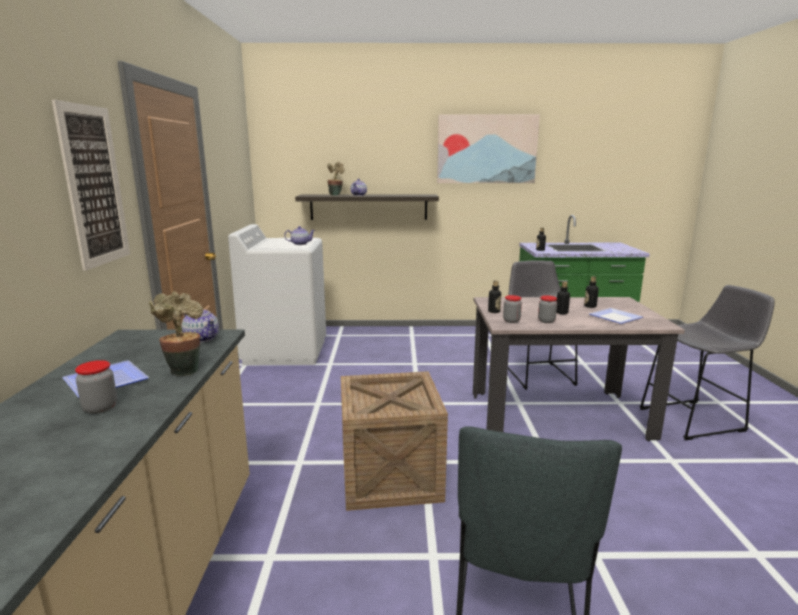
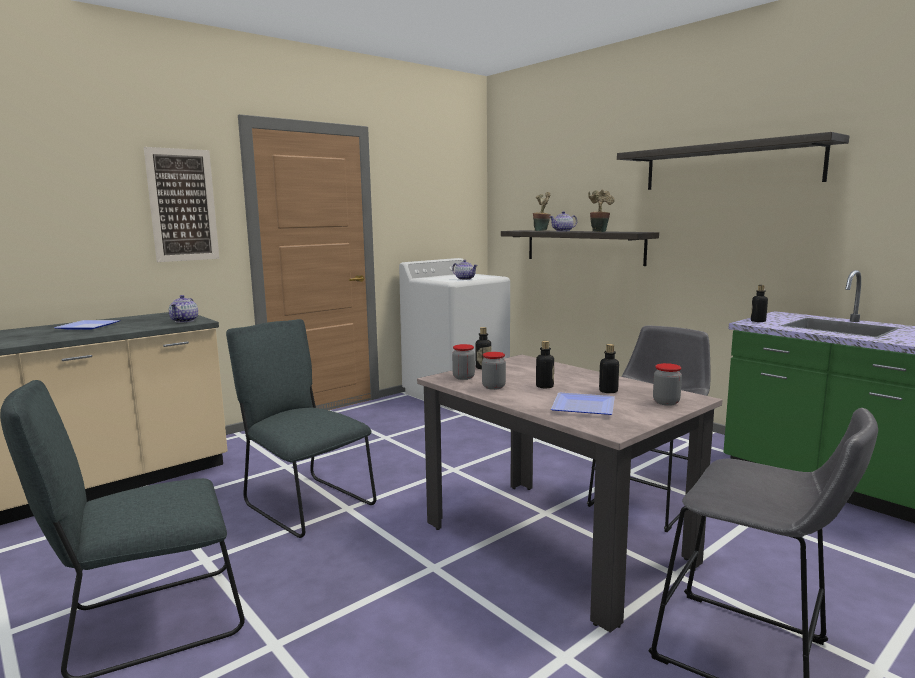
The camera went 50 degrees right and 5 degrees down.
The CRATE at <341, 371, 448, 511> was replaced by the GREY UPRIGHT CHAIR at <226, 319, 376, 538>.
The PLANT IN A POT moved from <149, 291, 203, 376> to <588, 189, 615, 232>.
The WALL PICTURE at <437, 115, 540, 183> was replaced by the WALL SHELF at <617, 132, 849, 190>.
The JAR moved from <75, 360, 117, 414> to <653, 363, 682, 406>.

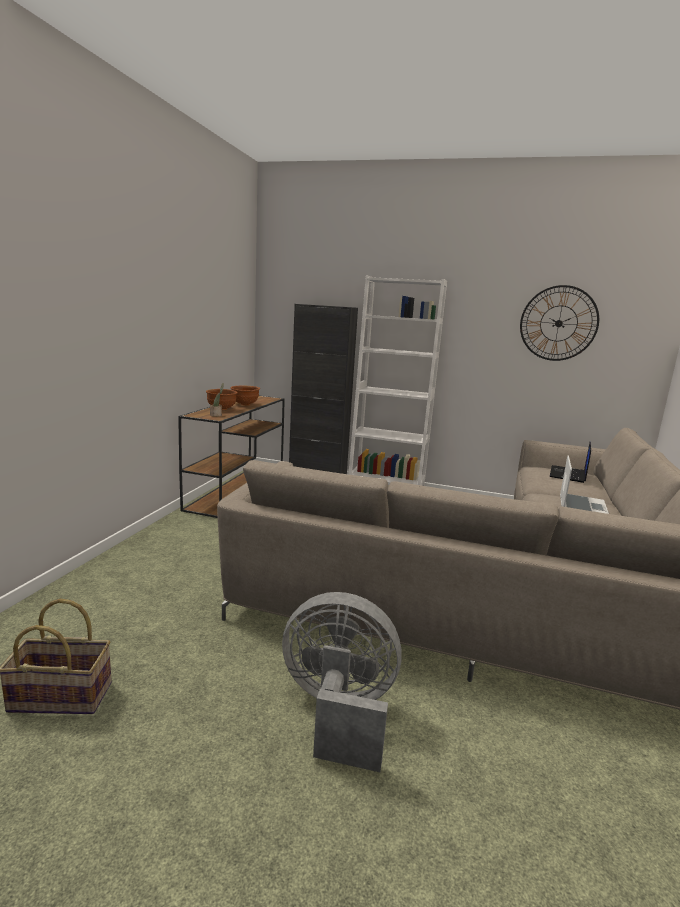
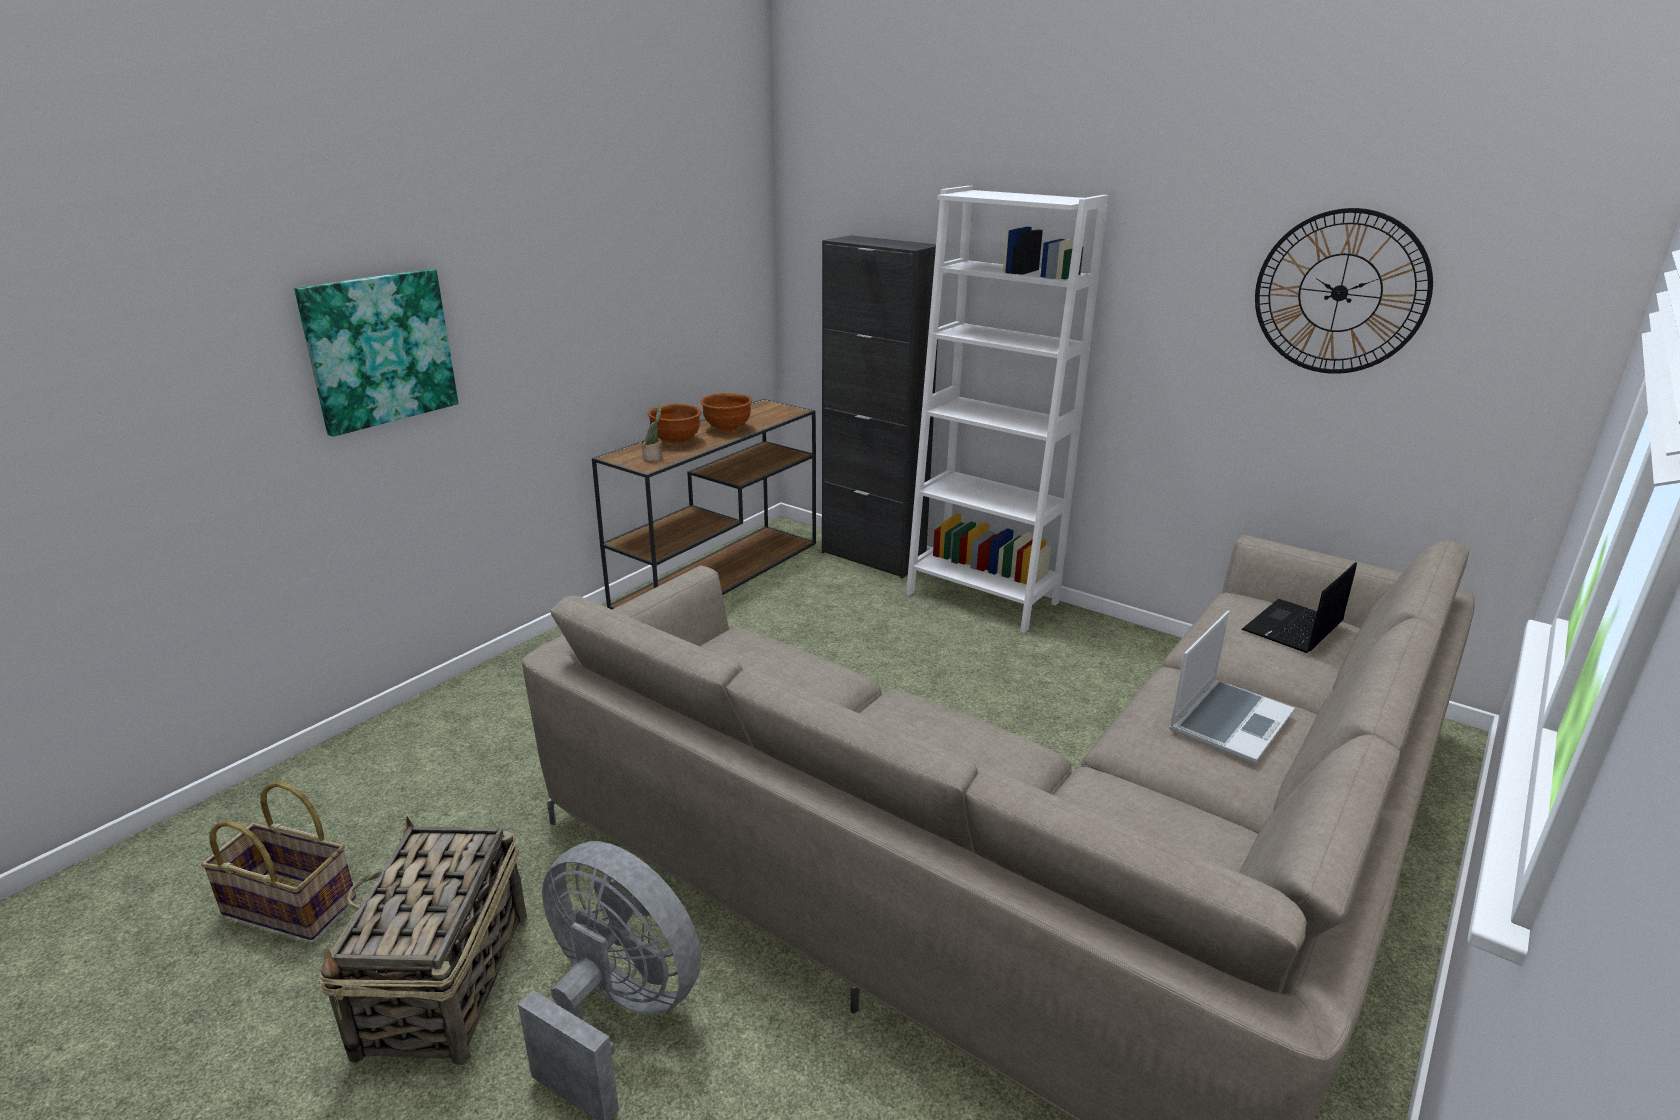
The camera went 20 degrees right and 10 degrees up.
The WALL PICTURE at <294, 269, 458, 437> appeared.
The BASKET at <319, 817, 527, 1065> appeared.

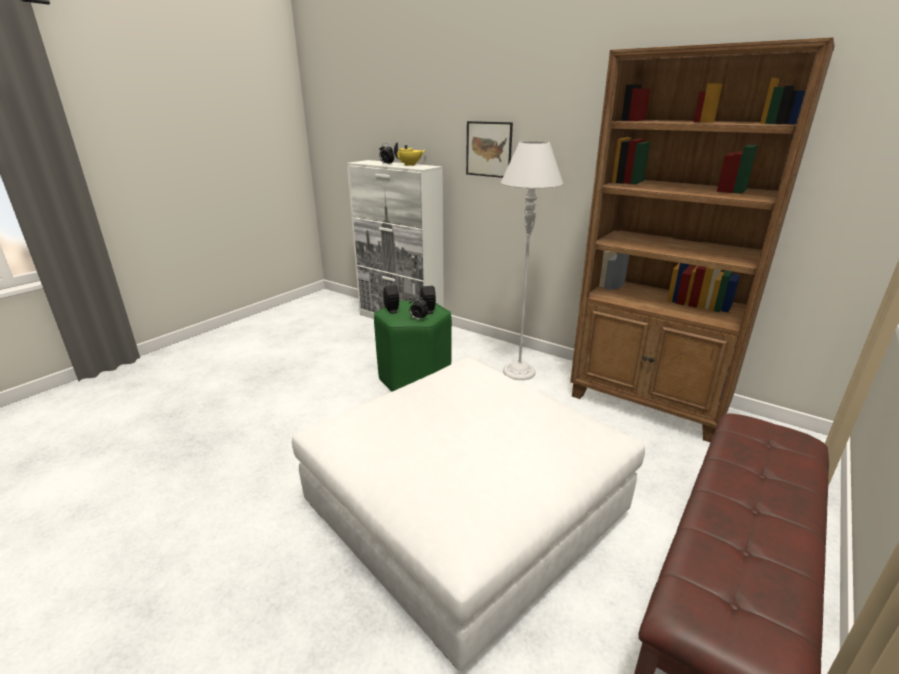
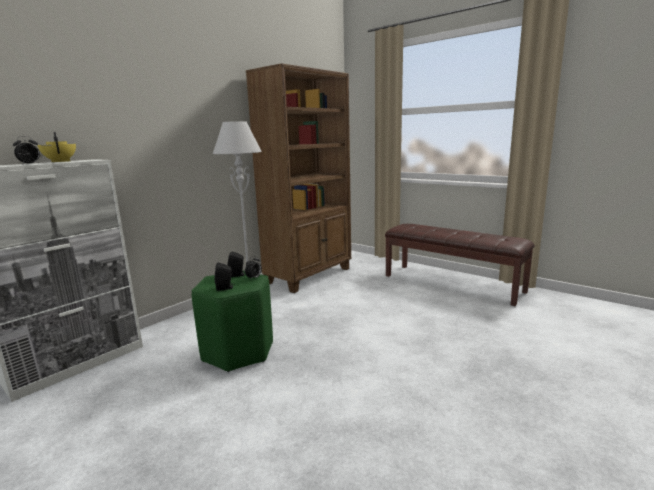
The camera went 85 degrees left and 10 degrees down.
The WHITISH FOOTREST at <292, 358, 645, 671> disappeared.
The WALL PICTURE at <466, 121, 513, 178> disappeared.

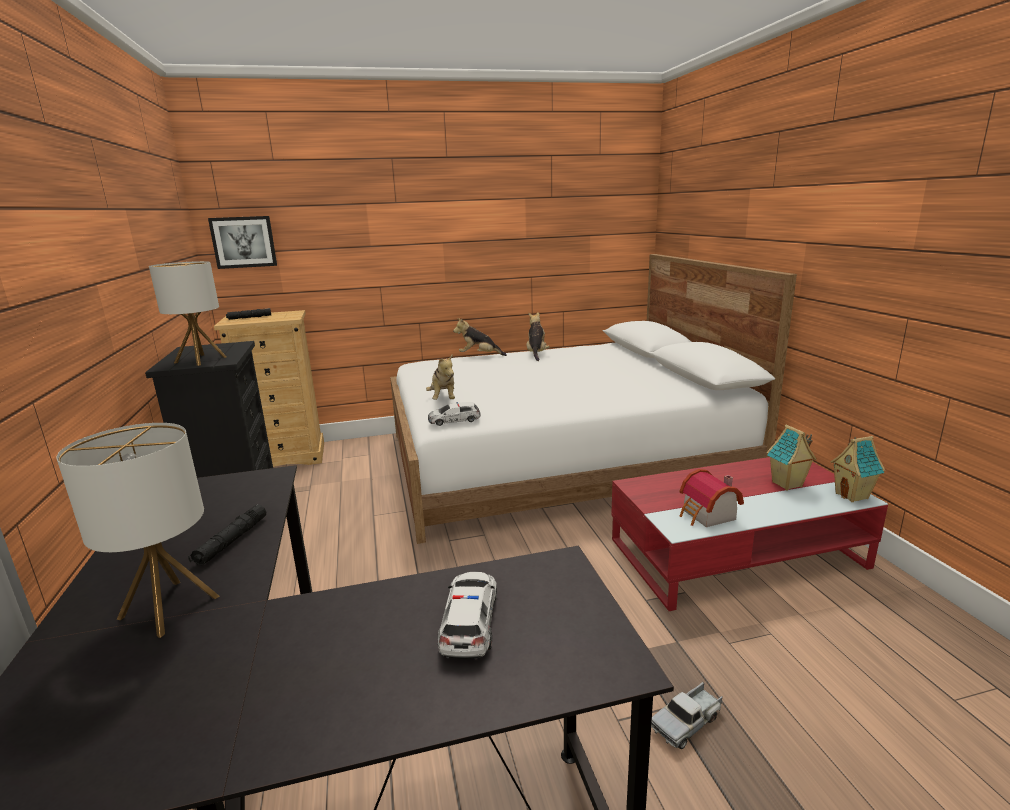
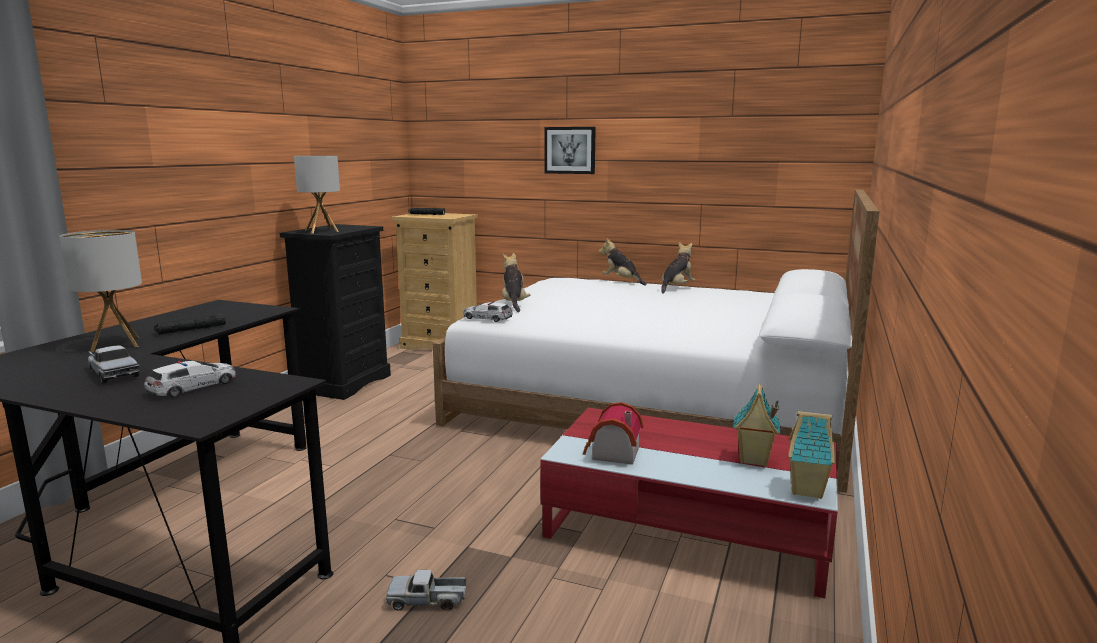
The camera went 35 degrees right and 5 degrees down.
The TOY TRUCK at <88, 346, 140, 383> appeared.
The SOFT TOY at <426, 354, 455, 400> turned 150 degrees clockwise.
The WALL PICTURE moved from <208, 216, 277, 269> to <544, 127, 596, 174>.

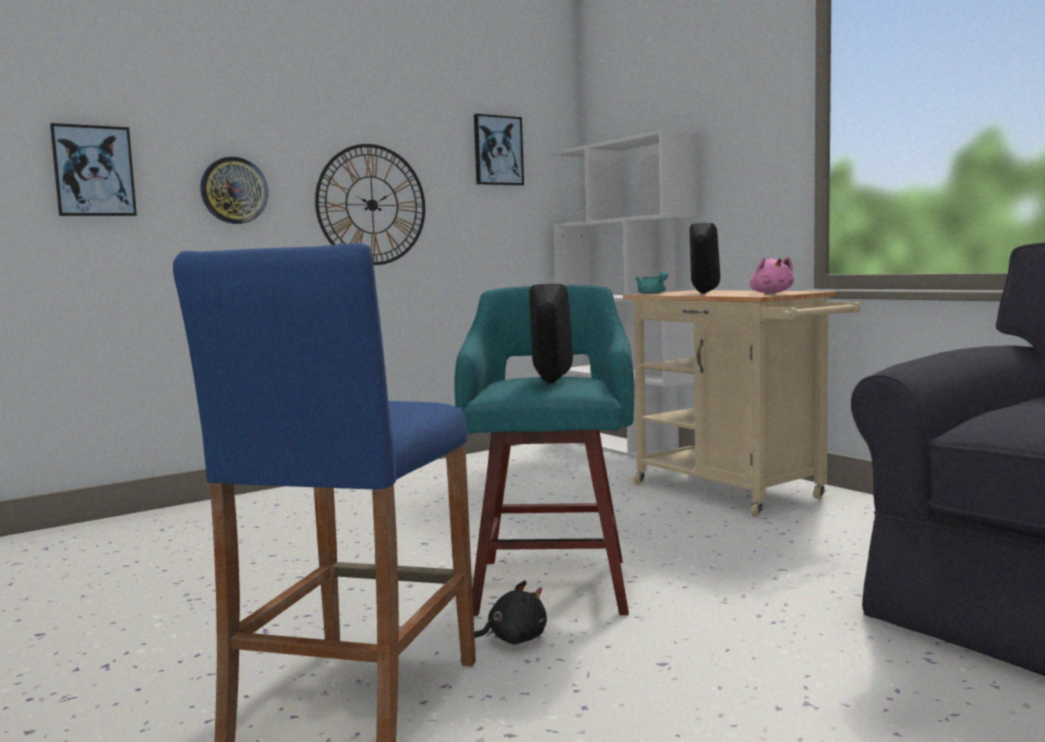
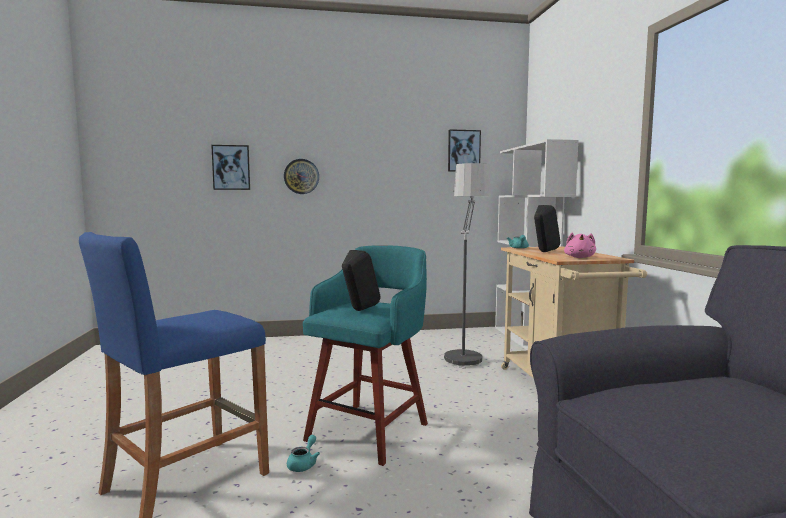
The camera went 25 degrees right and 0 degrees up.
The BLACKISH SOFT TOY at <474, 581, 547, 645> was replaced by the BLUE-GREEN POT FOR TEA at <287, 435, 320, 472>.
The STANDARD LAMP at <438, 163, 491, 369> appeared.
The HANGING CLOCK at <315, 144, 425, 265> disappeared.

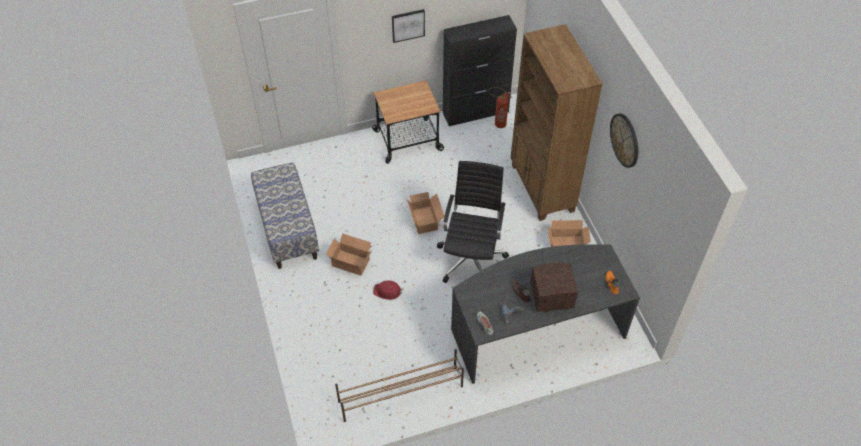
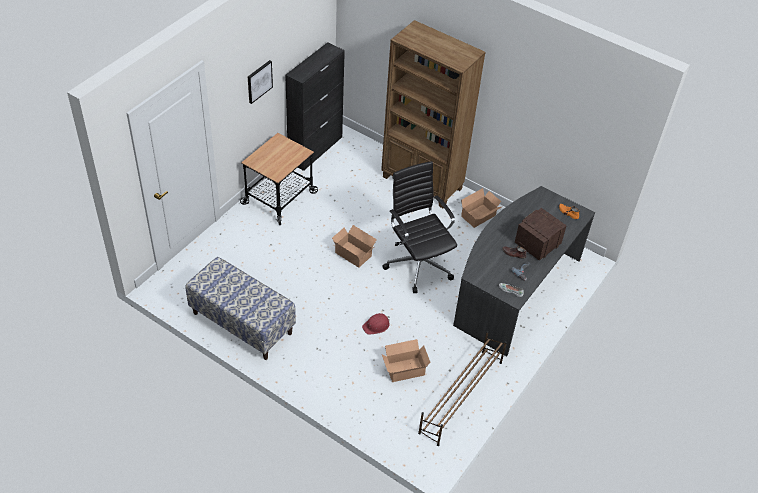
The camera went 40 degrees left and 5 degrees down.
The CARDBOARD BOX moved from <326, 233, 372, 276> to <382, 339, 431, 382>.
The FIRE-FIGHTING CYLINDER at <488, 87, 512, 128> disappeared.
The HANGING CLOCK at <610, 113, 638, 168> disappeared.

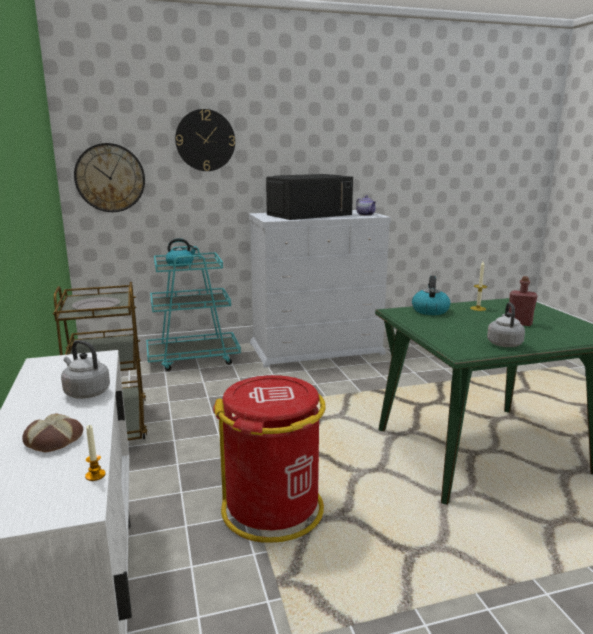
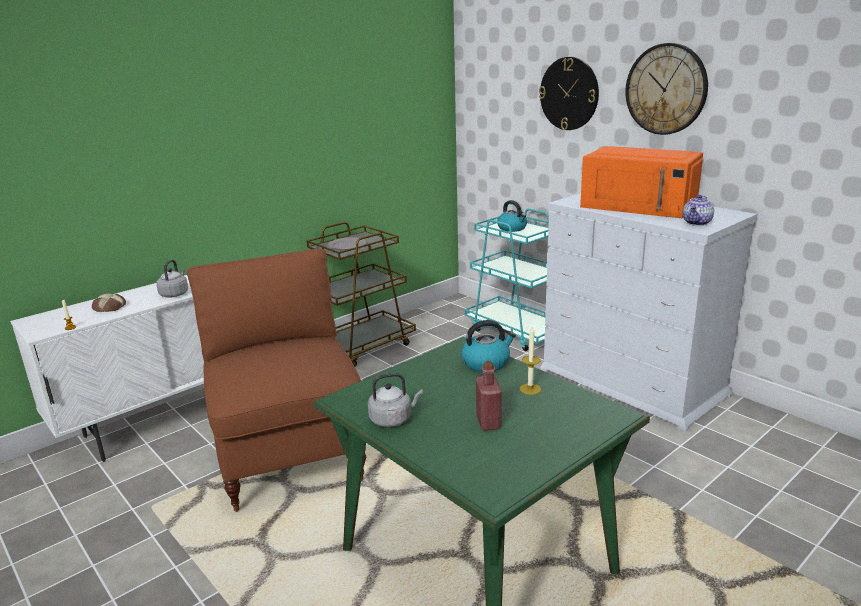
The camera went 65 degrees right and 5 degrees up.
The RED-COLOURED RUBBISH BIN at <213, 375, 326, 543> was replaced by the BROWN-COLOURED UPRIGHT CHAIR at <187, 249, 366, 512>.
The BLACKISH MICROWAVE OVEN at <266, 174, 353, 220> became the ORANGE-COLOURED MICROWAVE OVEN at <580, 146, 703, 218>.
The HANGING CLOCK moved from <74, 143, 145, 212> to <625, 43, 708, 135>.

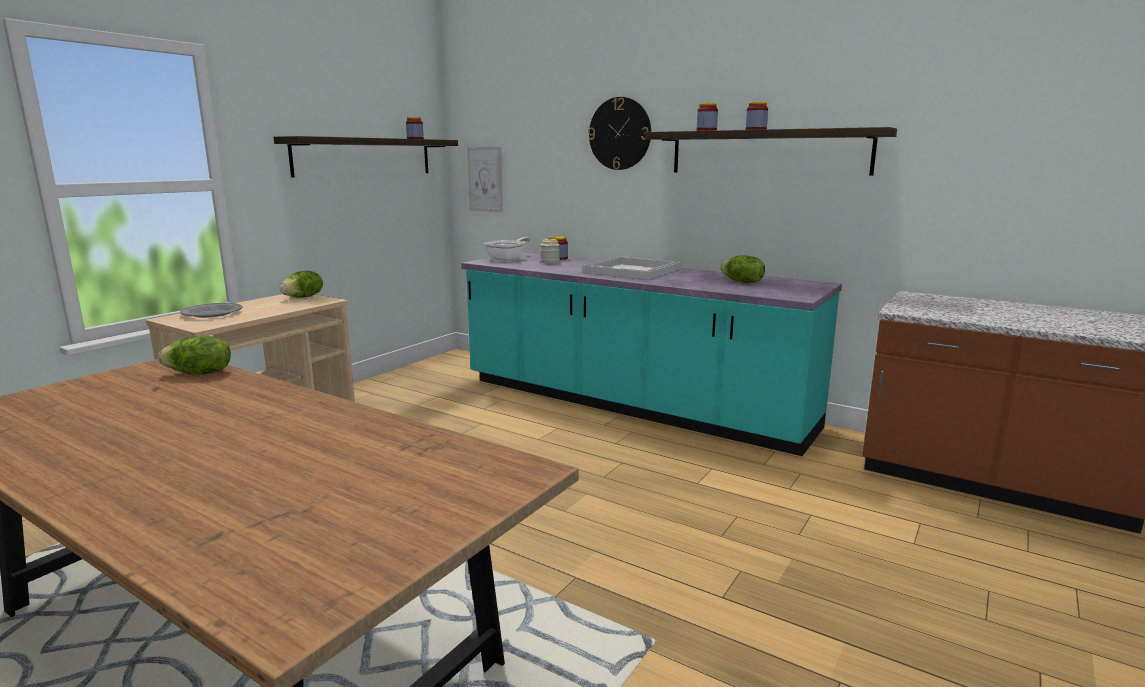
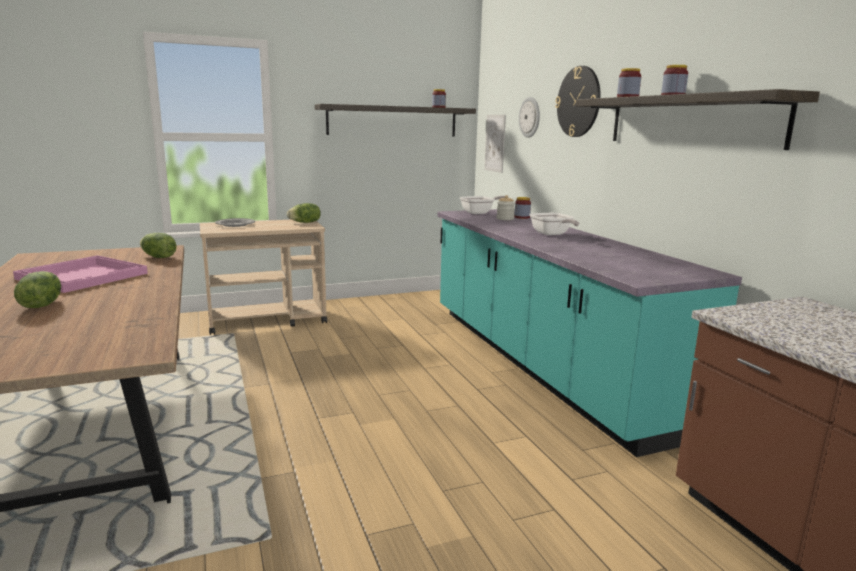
The camera went 35 degrees right and 0 degrees up.
The PINK SERVING TRAY at <13, 255, 148, 293> appeared.
The LETTUCE moved from <720, 255, 765, 283> to <14, 271, 61, 308>.
The HANGING CLOCK at <519, 97, 540, 138> appeared.
The WHITISH SERVING TRAY at <583, 256, 681, 280> was replaced by the PAN at <529, 213, 579, 235>.

